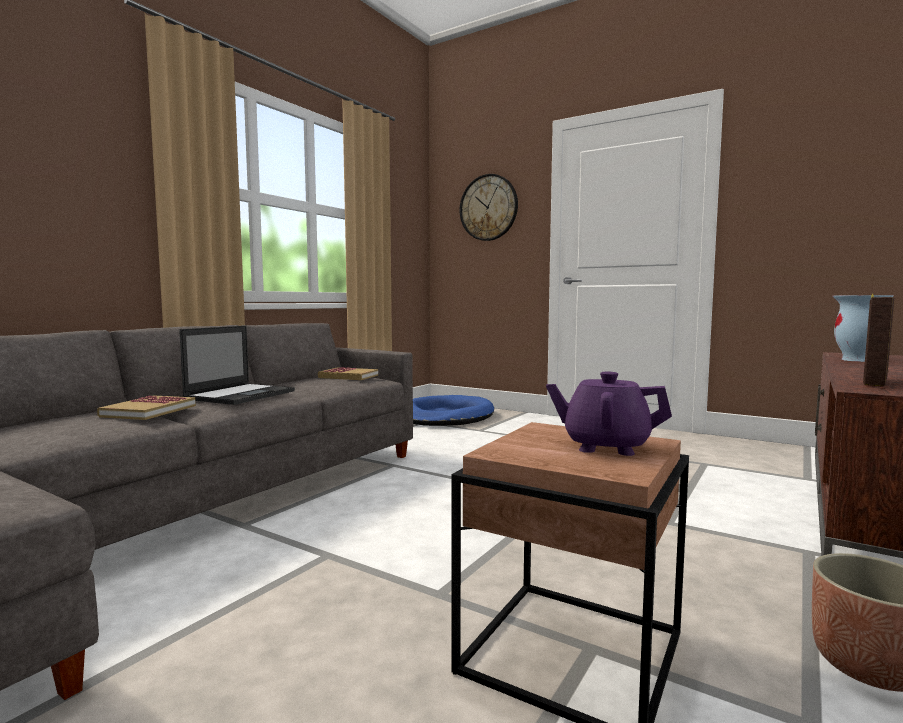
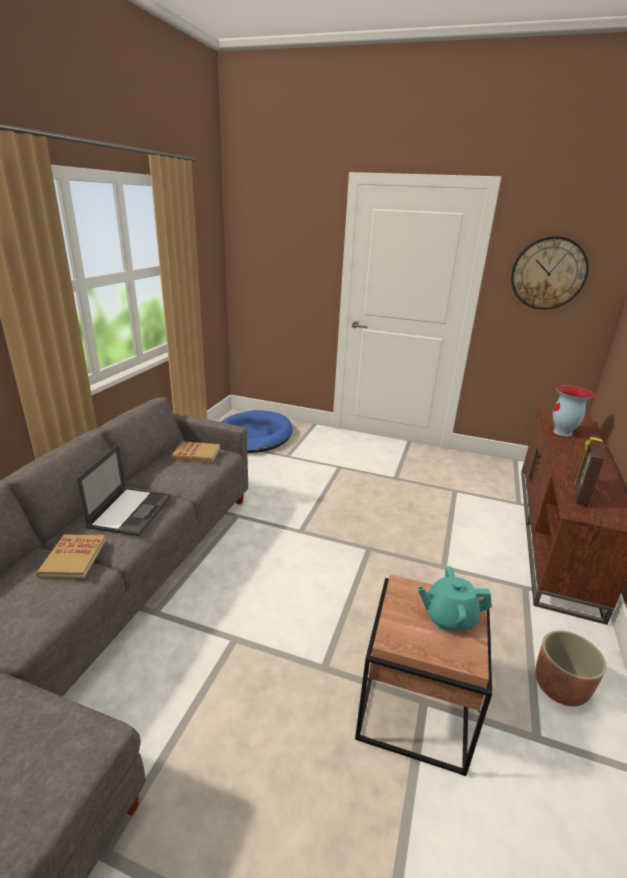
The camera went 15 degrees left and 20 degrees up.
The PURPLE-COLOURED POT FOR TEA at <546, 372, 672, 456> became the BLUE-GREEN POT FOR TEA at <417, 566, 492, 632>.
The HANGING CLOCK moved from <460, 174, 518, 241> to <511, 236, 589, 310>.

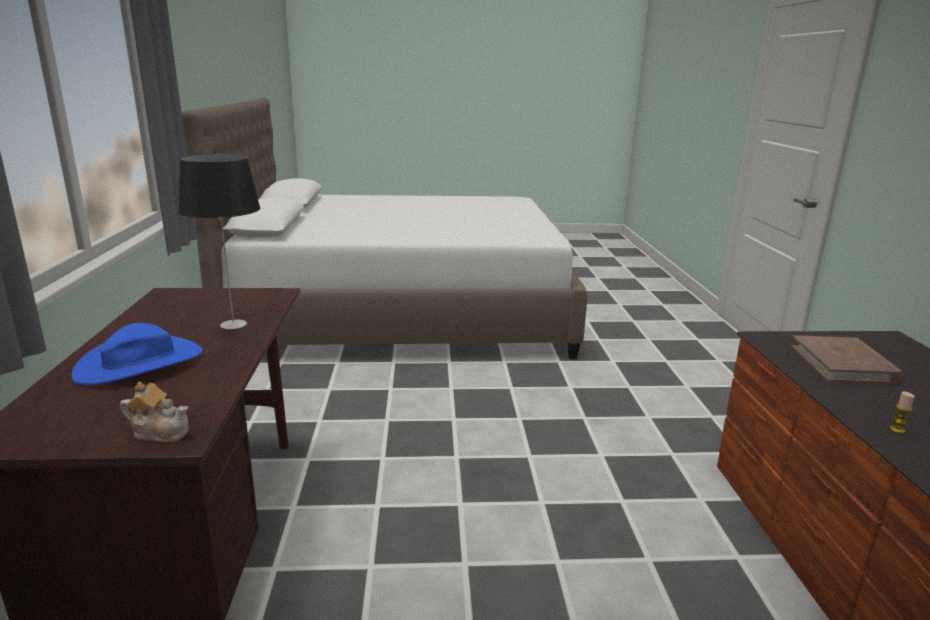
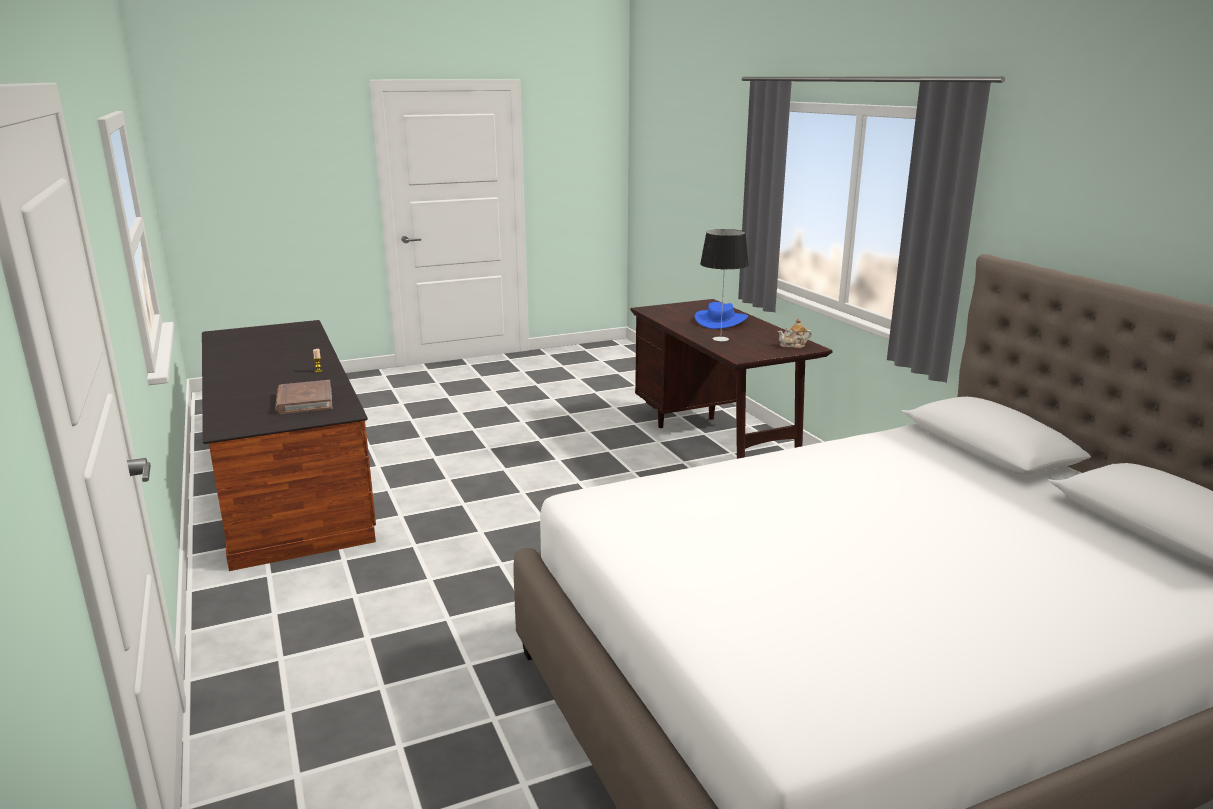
The camera went 160 degrees right and 0 degrees up.
The POT FOR TEA moved from <120, 382, 189, 443> to <778, 319, 811, 348>.

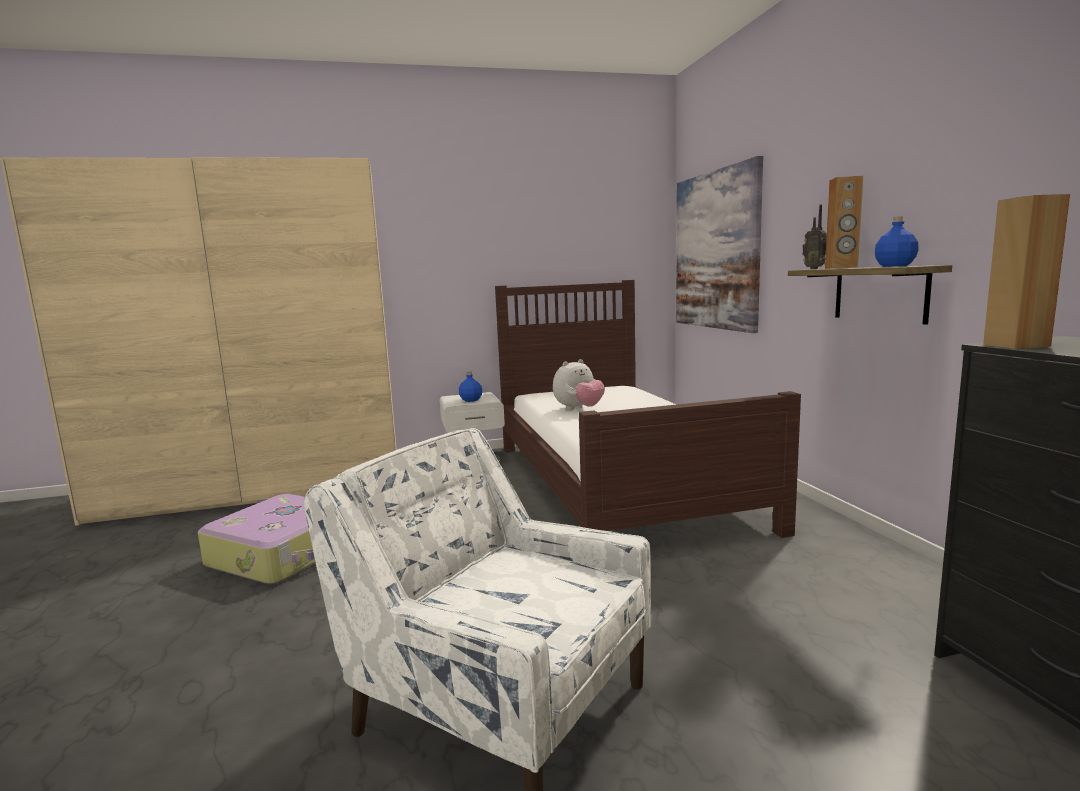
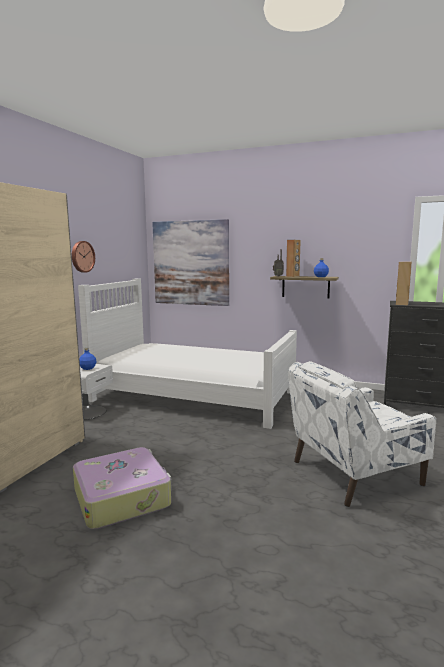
The camera went 55 degrees left and 0 degrees up.
The HANGING CLOCK at <72, 241, 95, 273> appeared.
The BROWN-COLOURED SLEEPING BED at <495, 280, 801, 538> became the WHITISH SLEEPING BED at <78, 278, 297, 429>.
The SOFT TOY at <553, 359, 605, 410> disappeared.

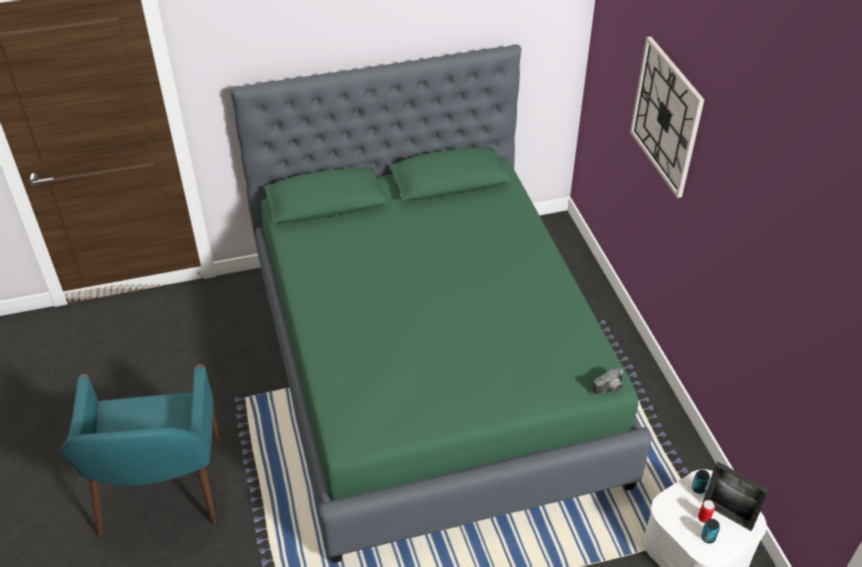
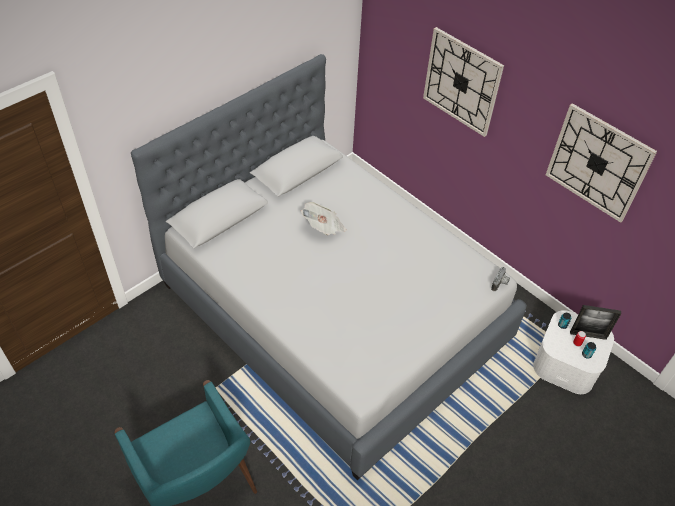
The camera went 30 degrees left and 5 degrees up.
The GREENISH SLEEPING BED at <231, 44, 652, 563> became the GREY SLEEPING BED at <131, 54, 527, 480>.
The PRINTED PAPER at <301, 202, 347, 235> appeared.
The HANGING CLOCK at <546, 103, 657, 223> appeared.

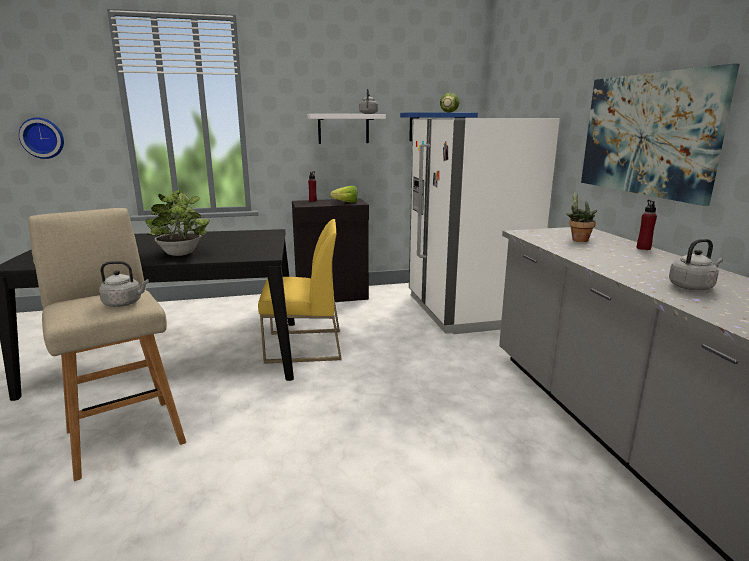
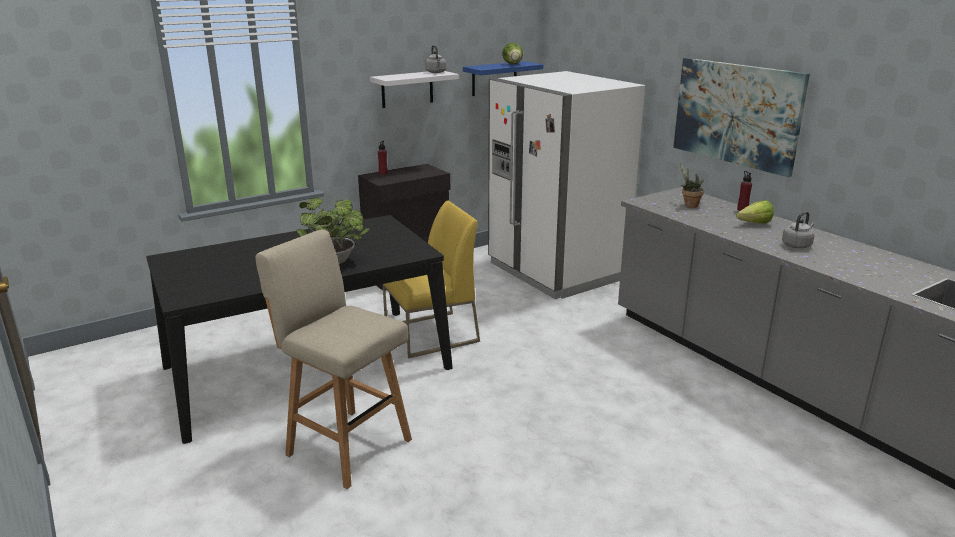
The camera went 20 degrees left and 5 degrees up.
The LETTUCE moved from <330, 186, 358, 203> to <737, 200, 774, 223>.
The HANGING CLOCK at <19, 118, 64, 159> disappeared.
The GREY TEA KETTLE at <99, 261, 149, 307> disappeared.

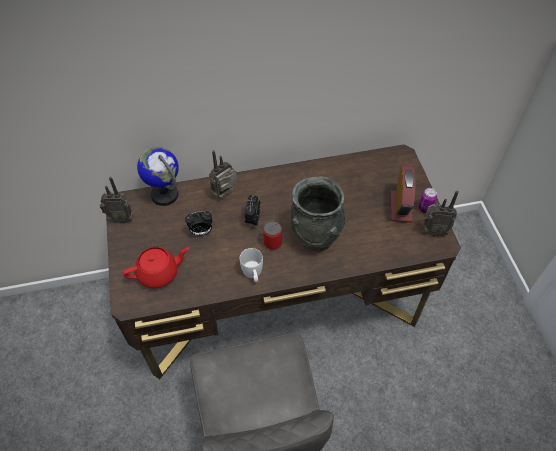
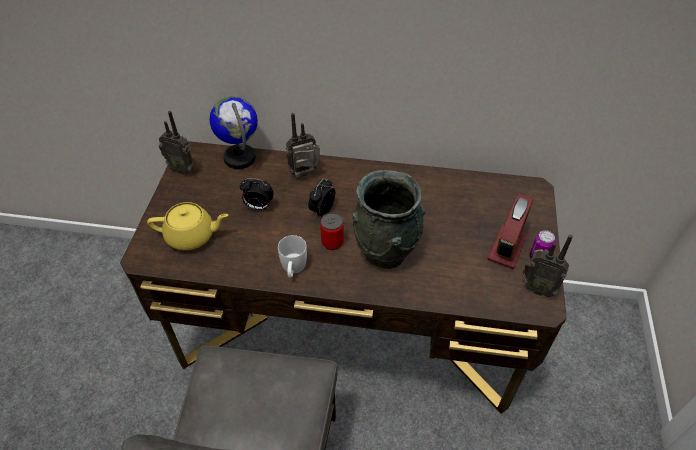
The camera went 20 degrees right and 5 degrees down.
The RED-COLOURED POT FOR TEA at <123, 247, 189, 288> became the YELLOW POT FOR TEA at <147, 202, 228, 251>.

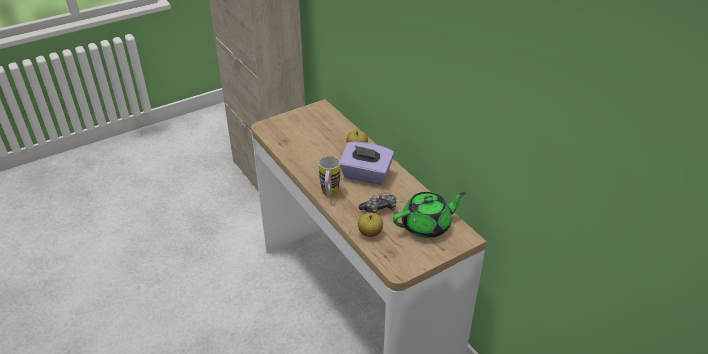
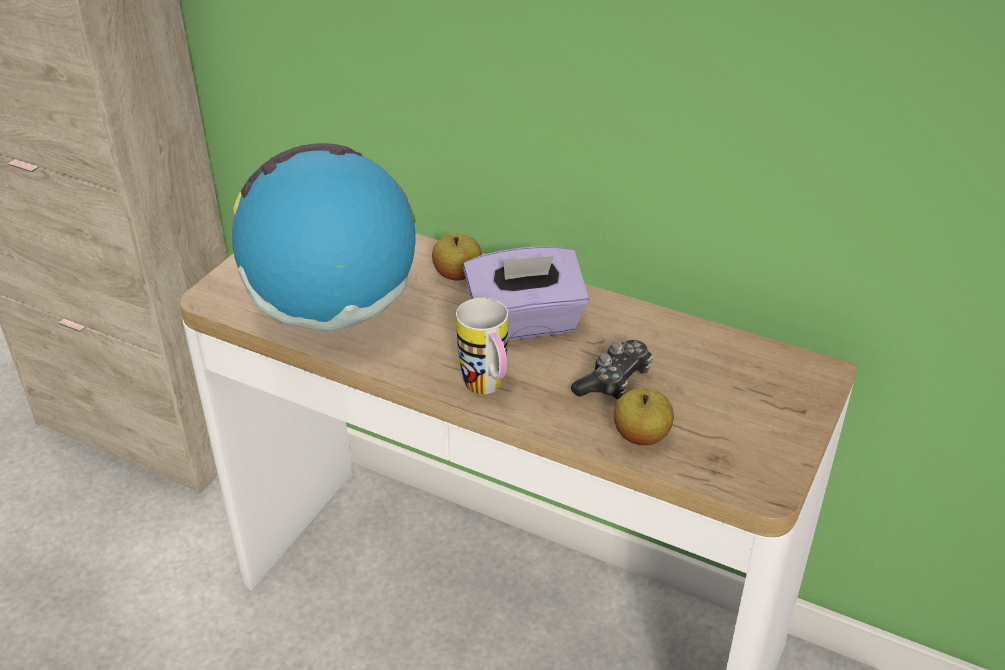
The camera went 30 degrees left and 0 degrees up.
The WORLD GLOBE at <232, 143, 416, 331> appeared.
The GREENISH POT FOR TEA at <393, 192, 466, 238> disappeared.

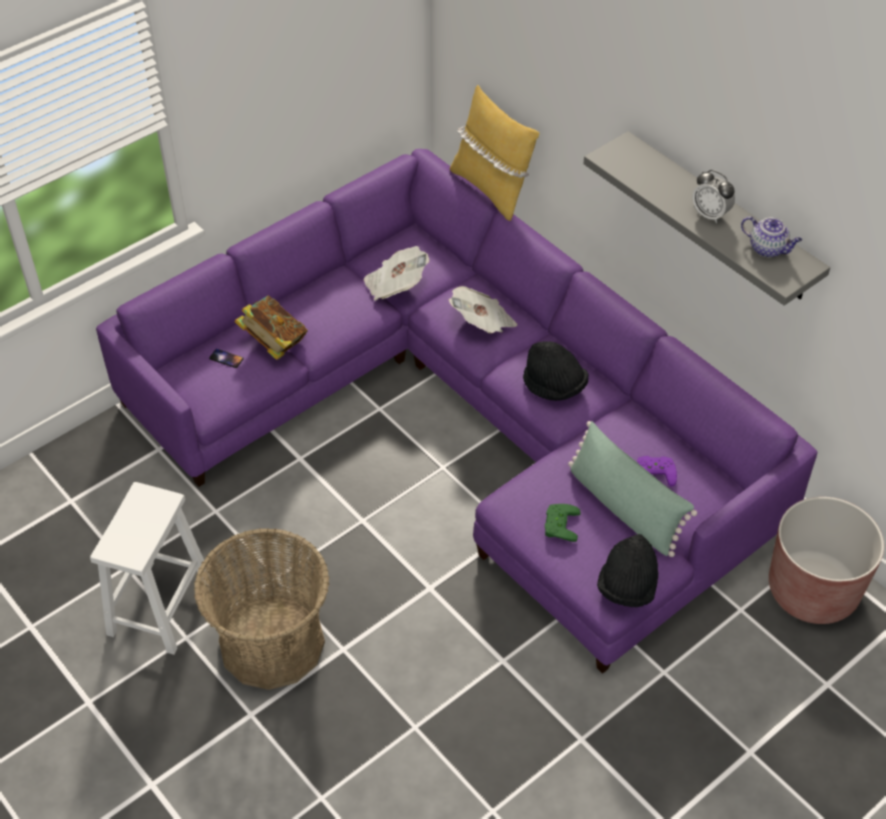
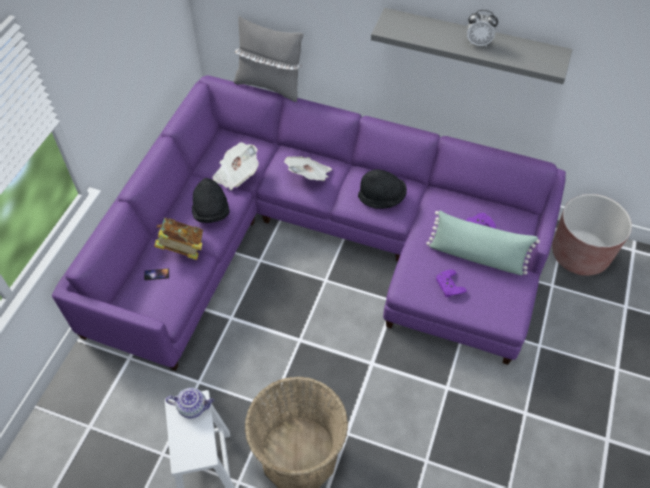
The camera went 30 degrees left and 5 degrees up.
The POT FOR TEA moved from <741, 216, 802, 257> to <166, 388, 214, 419>.
The BLACKISH HAT moved from <597, 534, 659, 607> to <192, 178, 230, 223>.
The YELLOW CUSHION at <450, 85, 539, 221> became the GREY CUSHION at <234, 16, 304, 102>.
The GREENISH GAMEPAD at <545, 504, 580, 542> became the PURPLE-COLOURED GAMEPAD at <436, 269, 467, 297>.

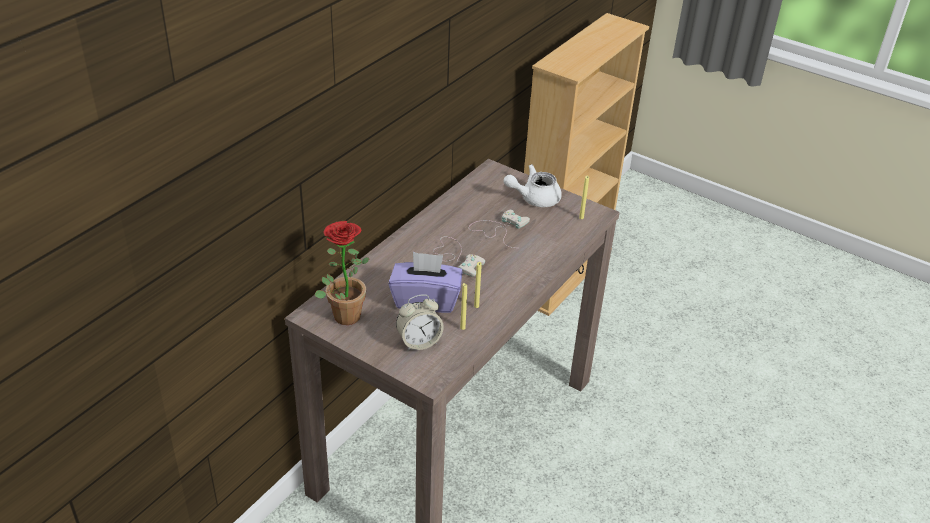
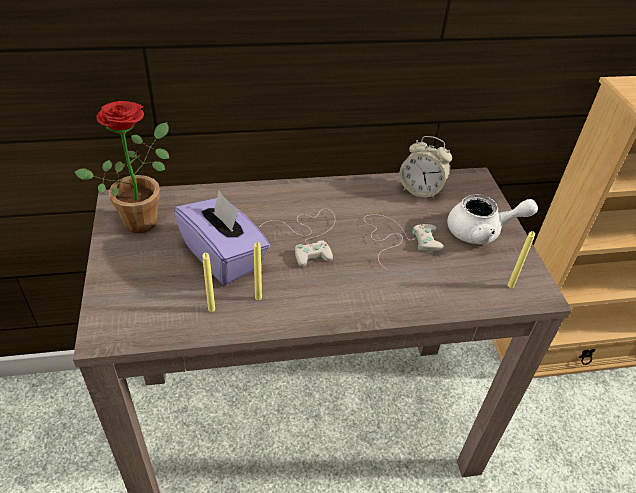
The camera went 45 degrees right and 5 degrees up.
The ALARM CLOCK moved from <396, 295, 444, 351> to <399, 136, 452, 200>.
The WHITISH POT FOR TEA at <503, 164, 562, 207> turned 150 degrees clockwise.

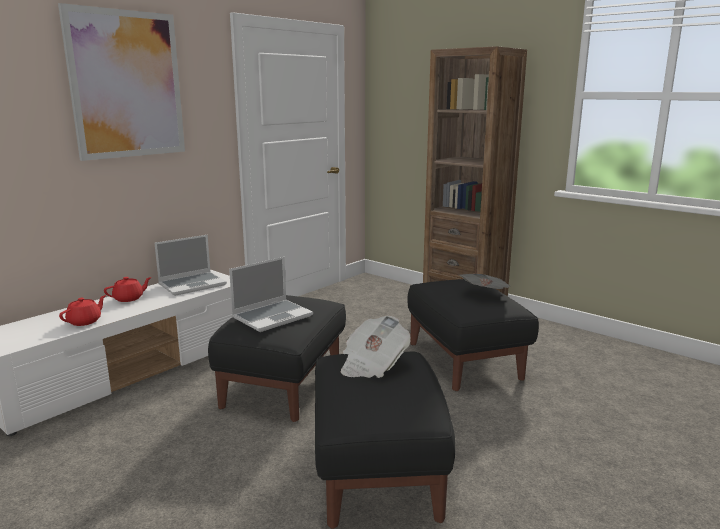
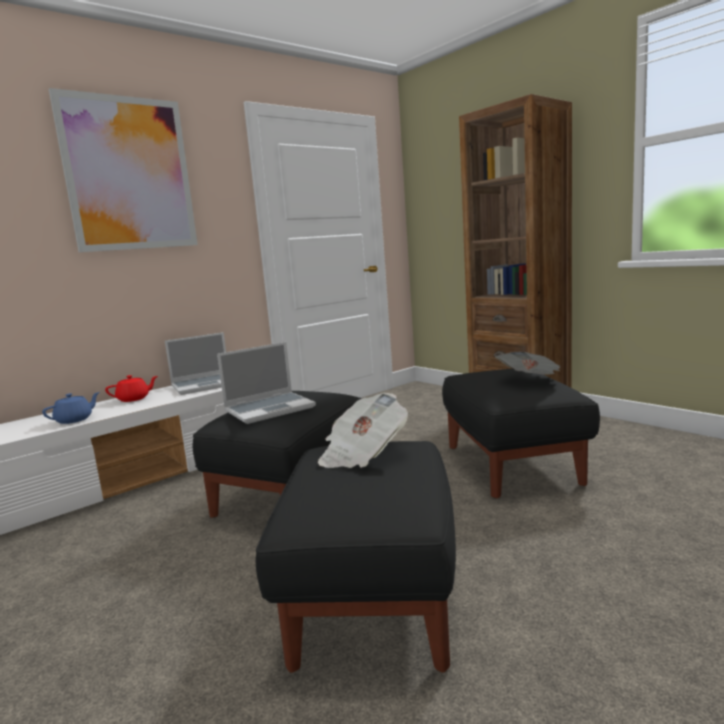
The camera went 10 degrees right and 5 degrees down.
The RED-COLOURED POT FOR TEA at <59, 295, 106, 326> became the BLUE POT FOR TEA at <42, 392, 100, 424>.

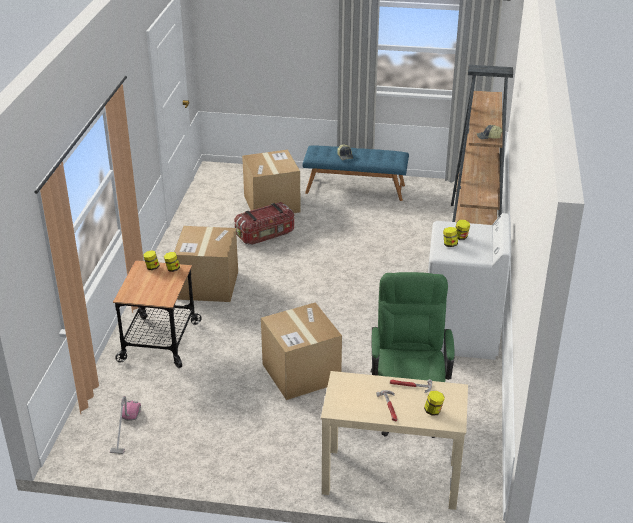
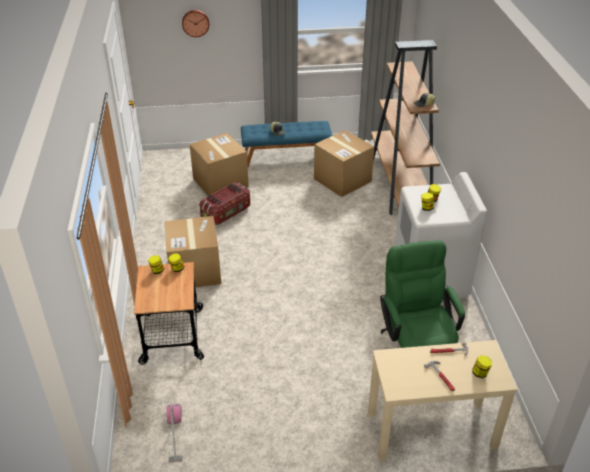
The camera went 15 degrees left and 5 degrees up.
The HANGING CLOCK at <182, 10, 209, 37> appeared.
The CARDBOARD BOX moved from <261, 302, 342, 400> to <314, 130, 374, 197>.

